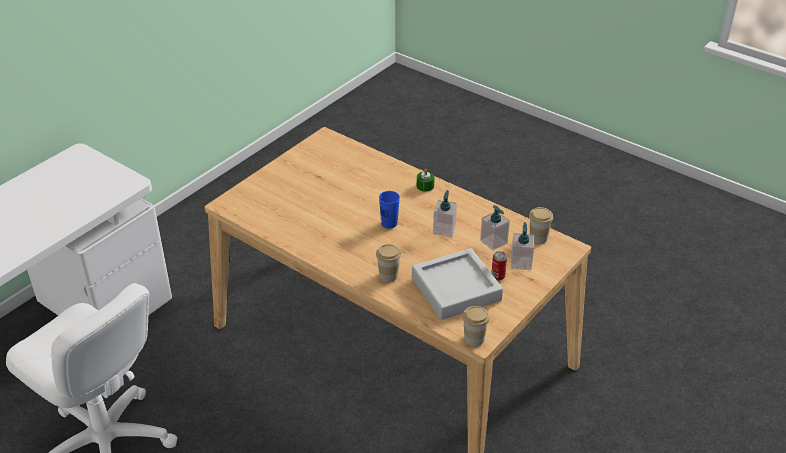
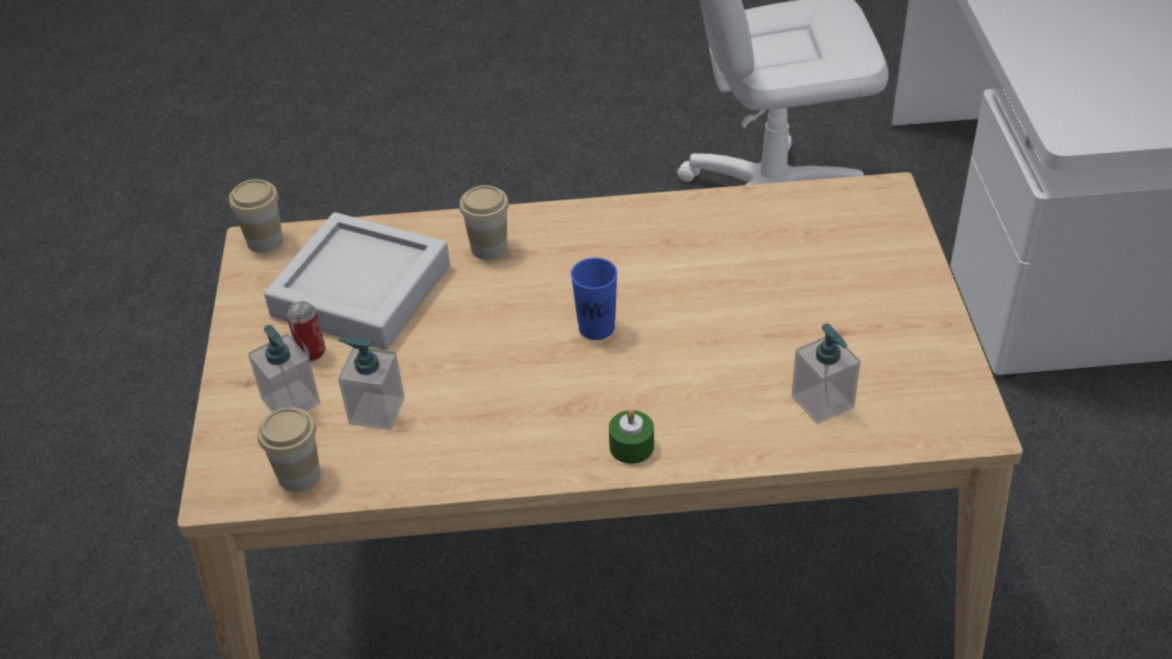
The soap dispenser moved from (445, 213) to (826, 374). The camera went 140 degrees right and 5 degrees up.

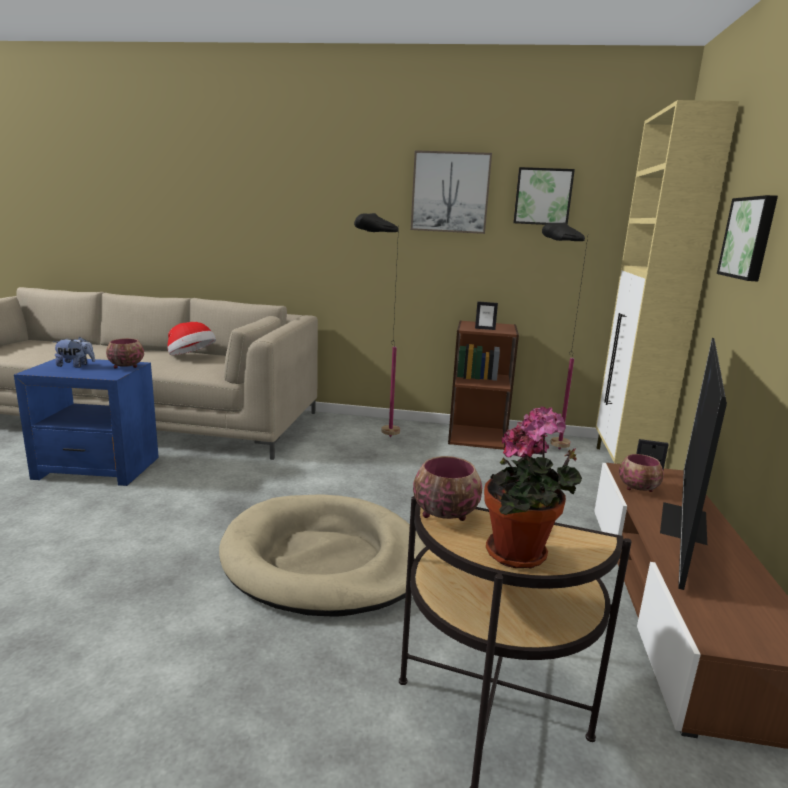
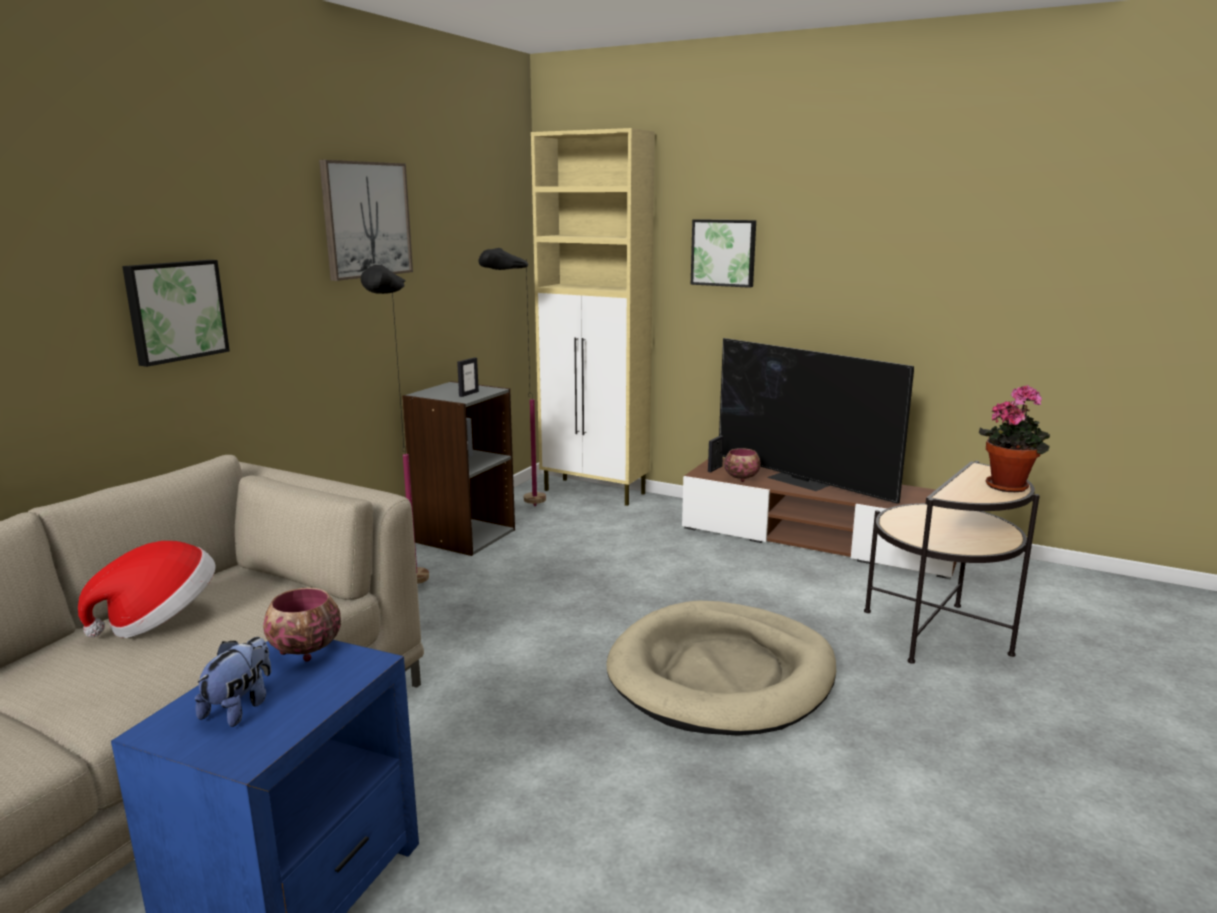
The deep dish at (447, 488) disappeared. The bookshelf (brown-coloured) at (483, 385) became the bookshelf (grey) at (458, 468). The wall art moved from (544, 196) to (176, 313). The camera went 70 degrees left and 0 degrees up.

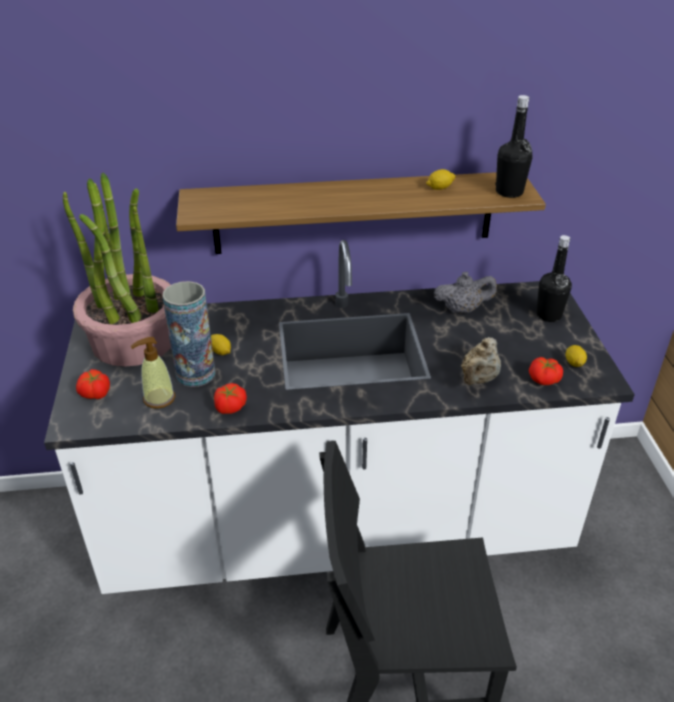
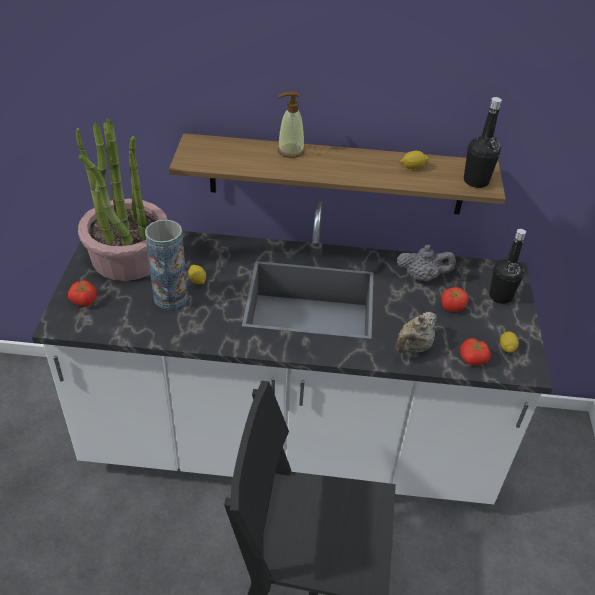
The soap dispenser moved from (153, 373) to (291, 124). The whole tomato moved from (230, 398) to (455, 299). The camera went 10 degrees right and 5 degrees up.

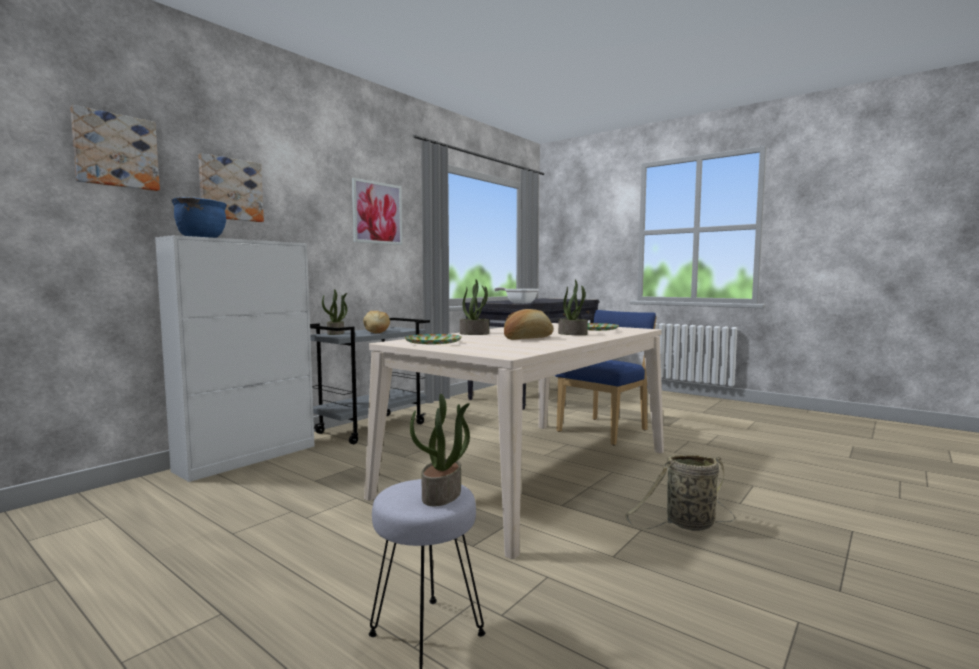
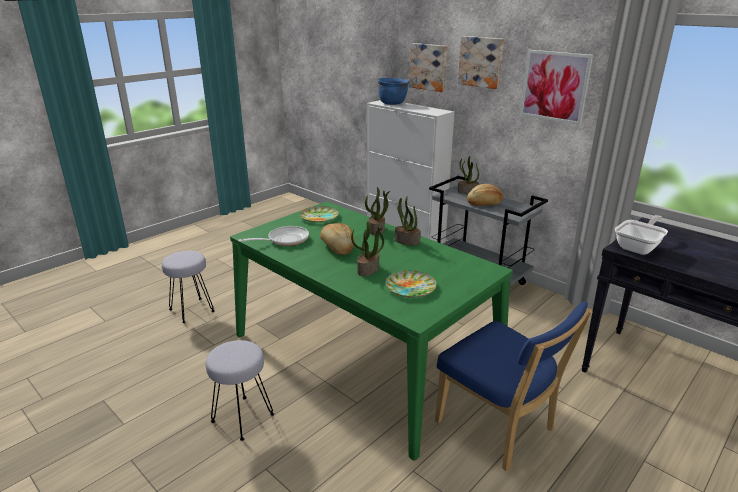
The wall art moved from (115, 148) to (481, 62). The dining table (sand-coloured) at (514, 441) became the dining table (green) at (371, 331). The plant in a pot moved from (440, 450) to (408, 220). The storage basket at (680, 492) was replaced by the stool seat (grey) at (240, 390). The pan at (273, 236) appeared. The camera went 95 degrees right and 20 degrees up.

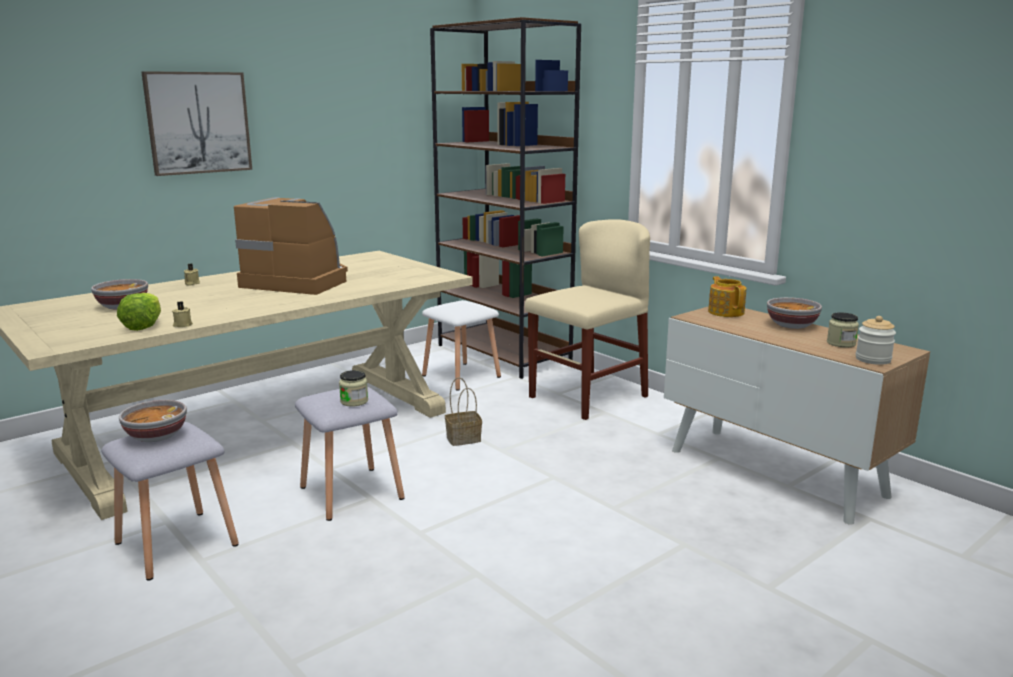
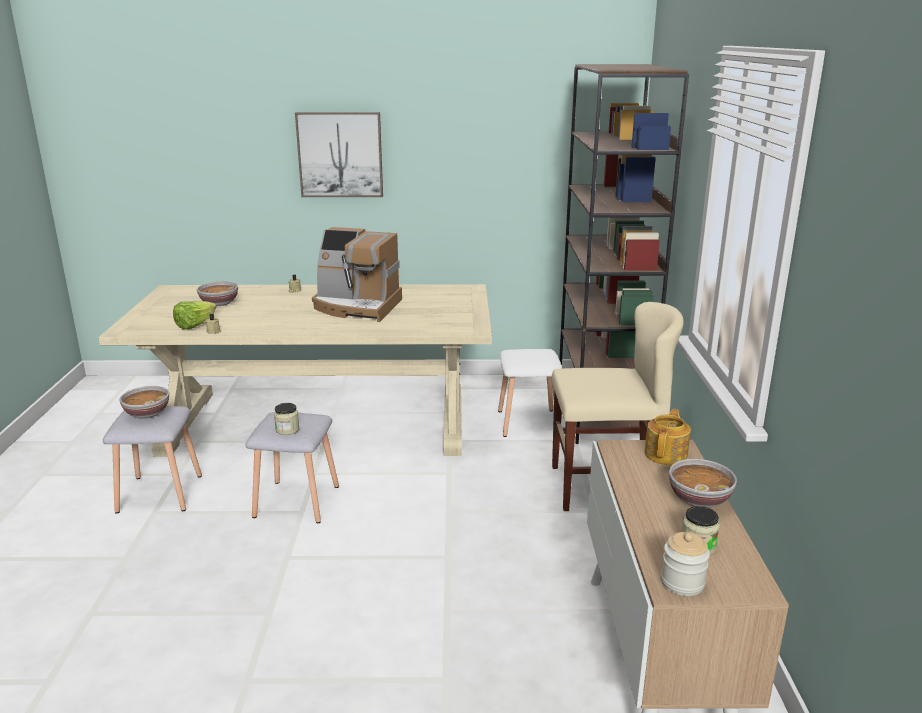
The coffee maker at (291, 246) turned 135 degrees clockwise. The storage basket at (463, 411) disappeared. The camera went 40 degrees right and 5 degrees up.

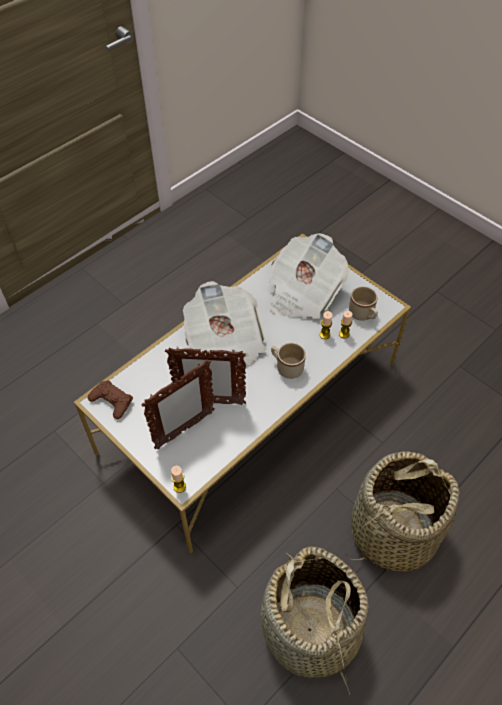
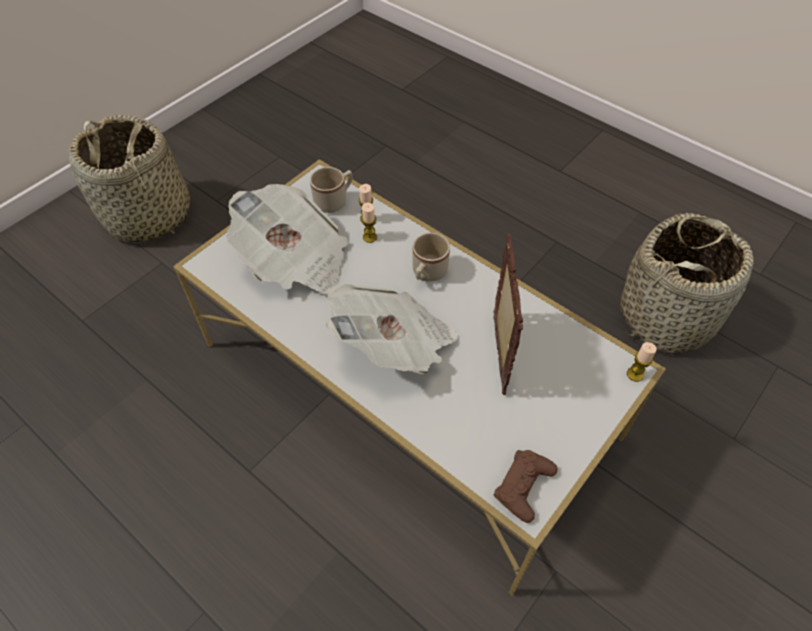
The standing frame at (178, 404) disappeared. The storage basket moved from (402, 512) to (129, 179). The camera went 95 degrees left and 0 degrees up.

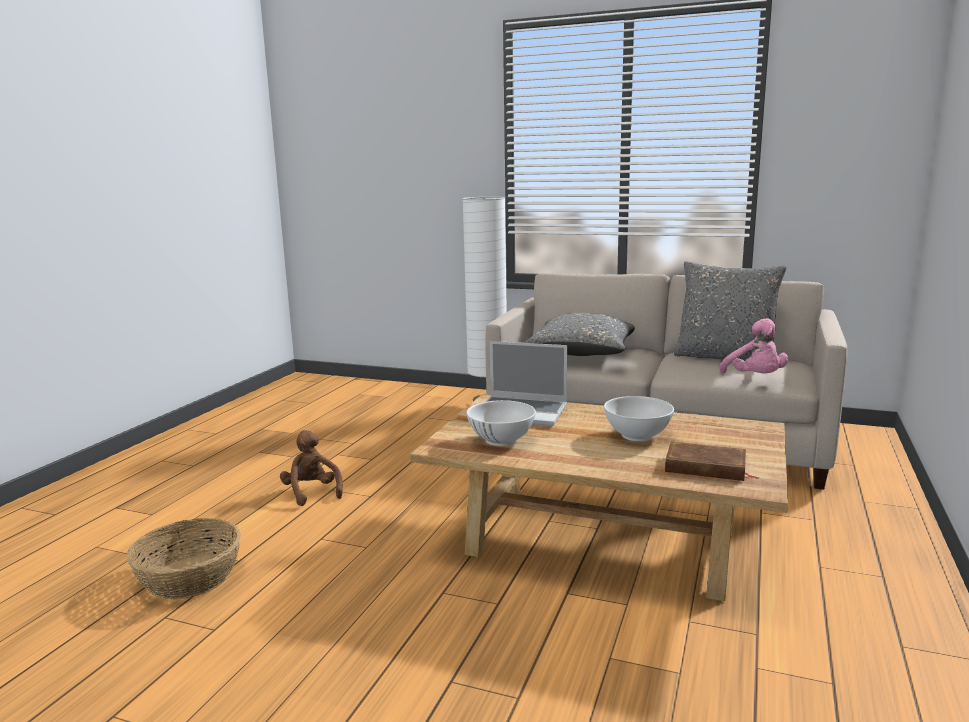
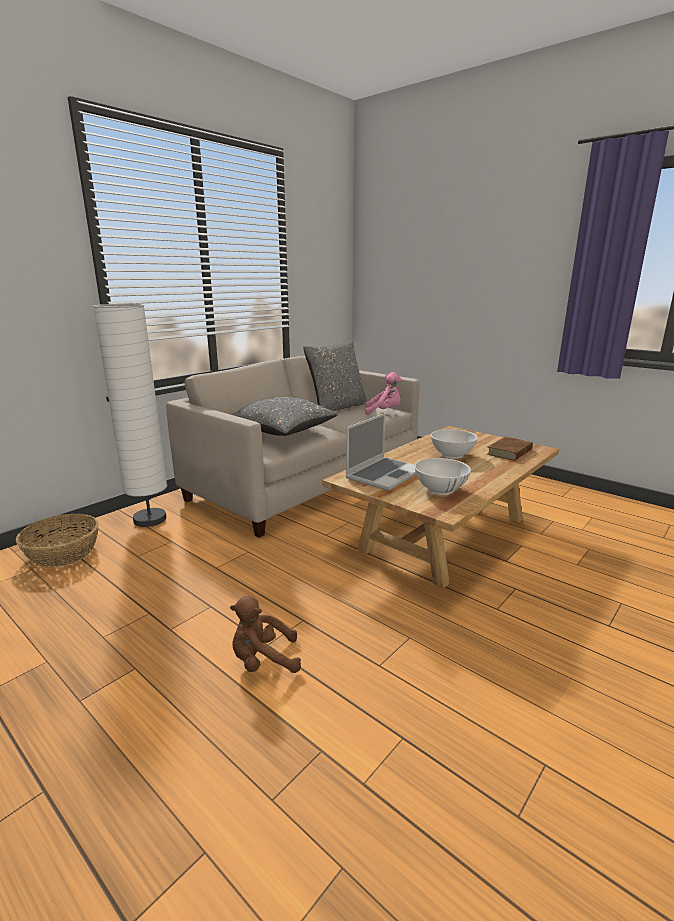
The storage basket moved from (183, 558) to (57, 541). The camera went 70 degrees left and 5 degrees up.

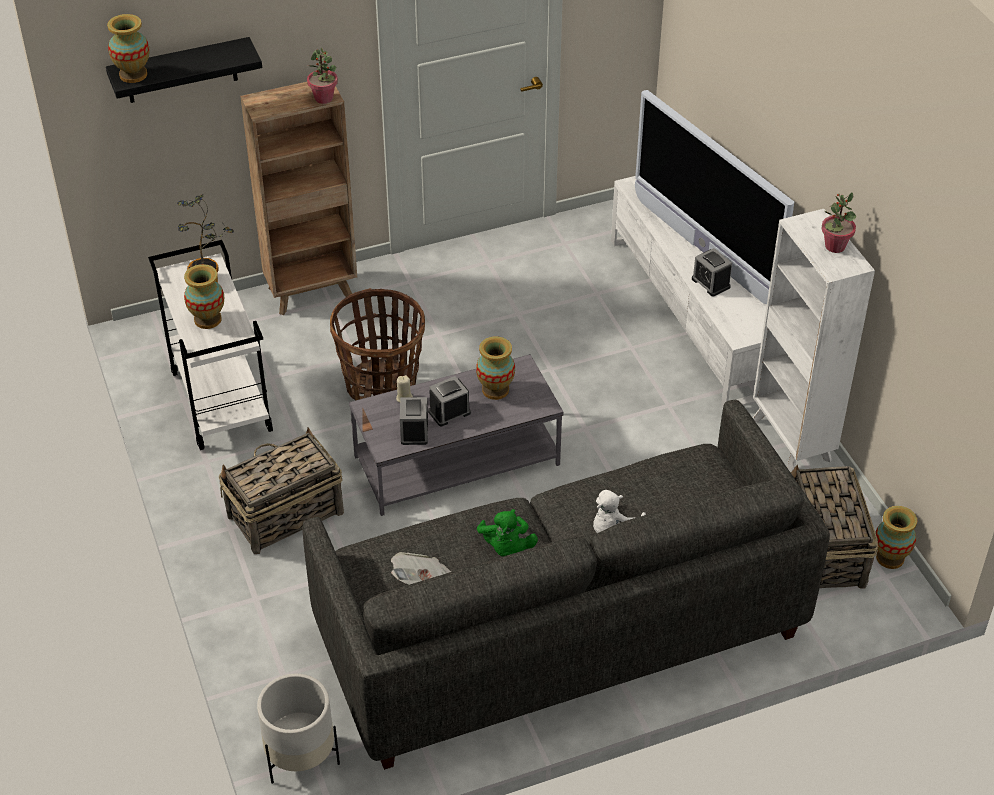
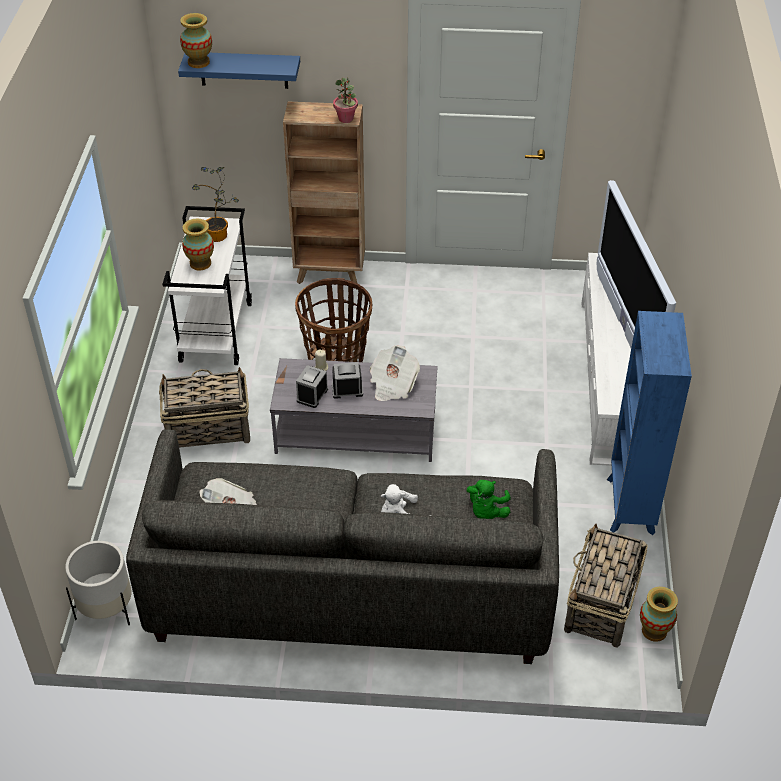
The wall shelf (black-coloured) at (184, 70) became the wall shelf (blue) at (239, 71). The flower vase at (495, 368) was replaced by the newspaper at (394, 373). The soft toy (green) moved from (507, 533) to (489, 499). The table clock at (712, 272) disappeared. The bookshelf (white) at (813, 340) became the bookshelf (blue) at (649, 423). The plant in a pot at (838, 222) disappeared. The camera went 25 degrees right and 0 degrees up.

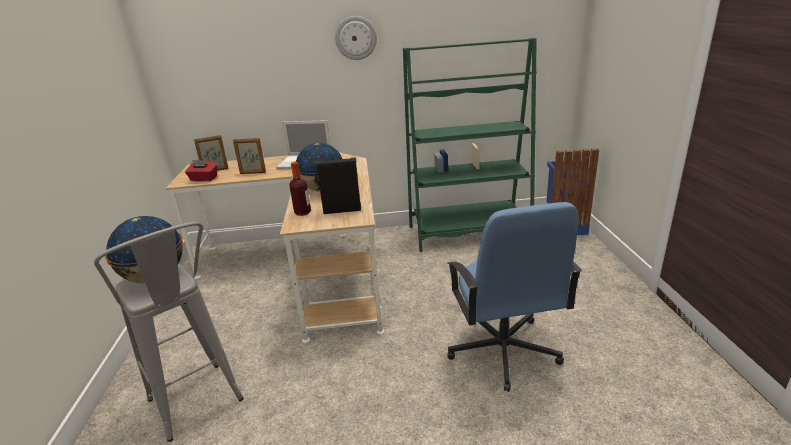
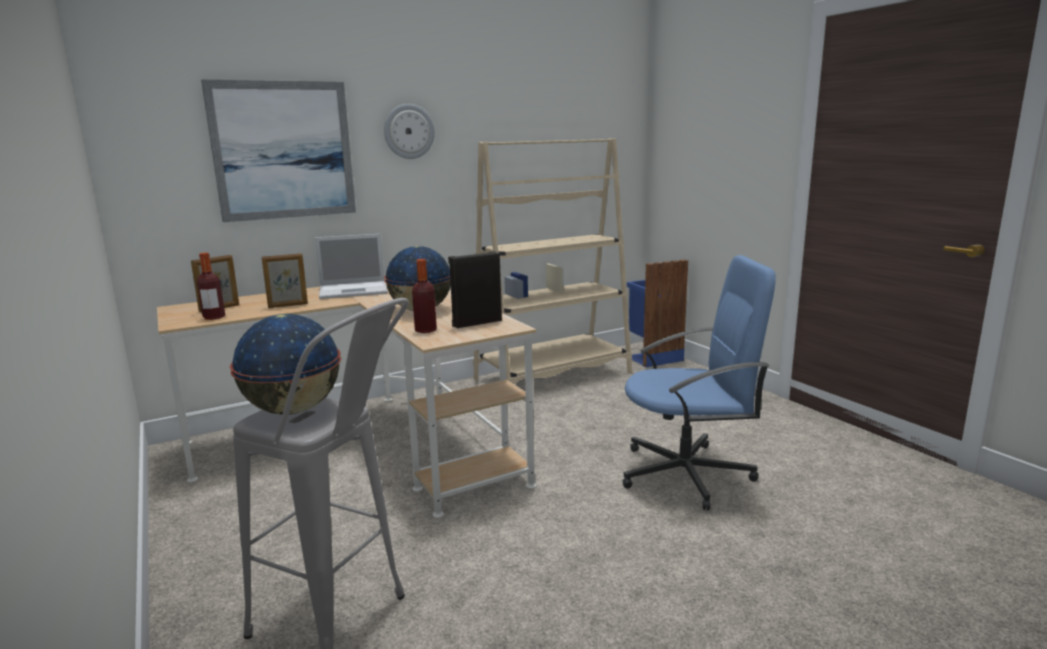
The tissue box (red-coloured) at (201, 170) was replaced by the beverage bottle at (211, 286). The bookshelf (green) at (470, 145) became the bookshelf (sand-coloured) at (552, 261). The desk chair (blue) at (514, 297) turned 60 degrees counterclockwise. The wall art at (278, 150) appeared. The camera went 25 degrees left and 10 degrees down.

